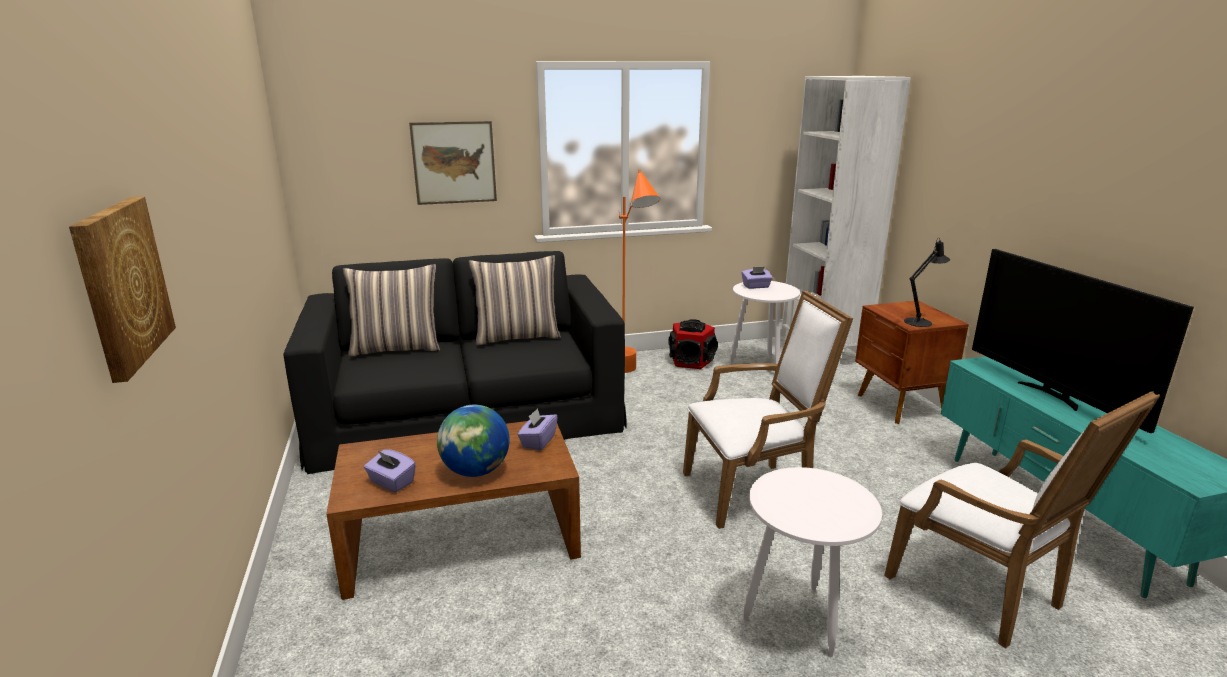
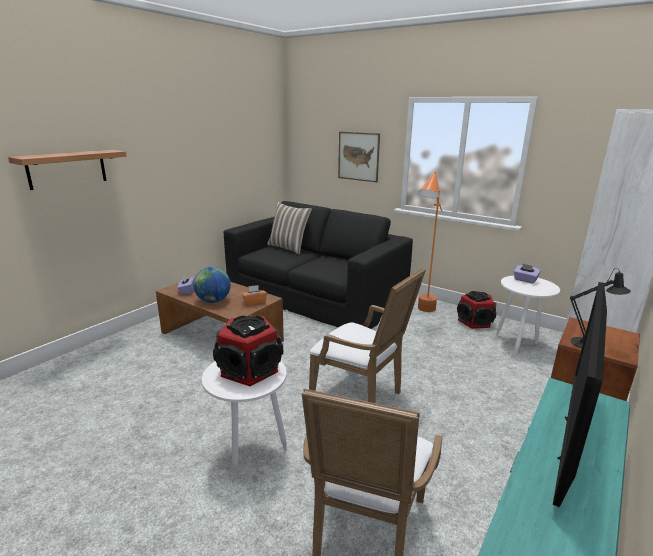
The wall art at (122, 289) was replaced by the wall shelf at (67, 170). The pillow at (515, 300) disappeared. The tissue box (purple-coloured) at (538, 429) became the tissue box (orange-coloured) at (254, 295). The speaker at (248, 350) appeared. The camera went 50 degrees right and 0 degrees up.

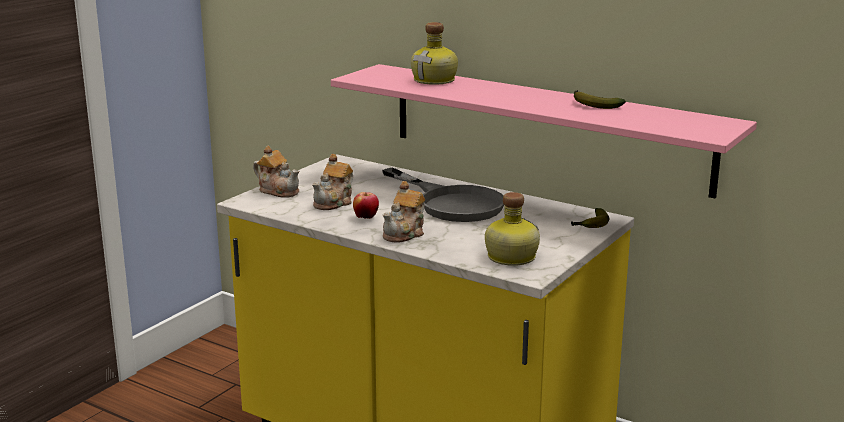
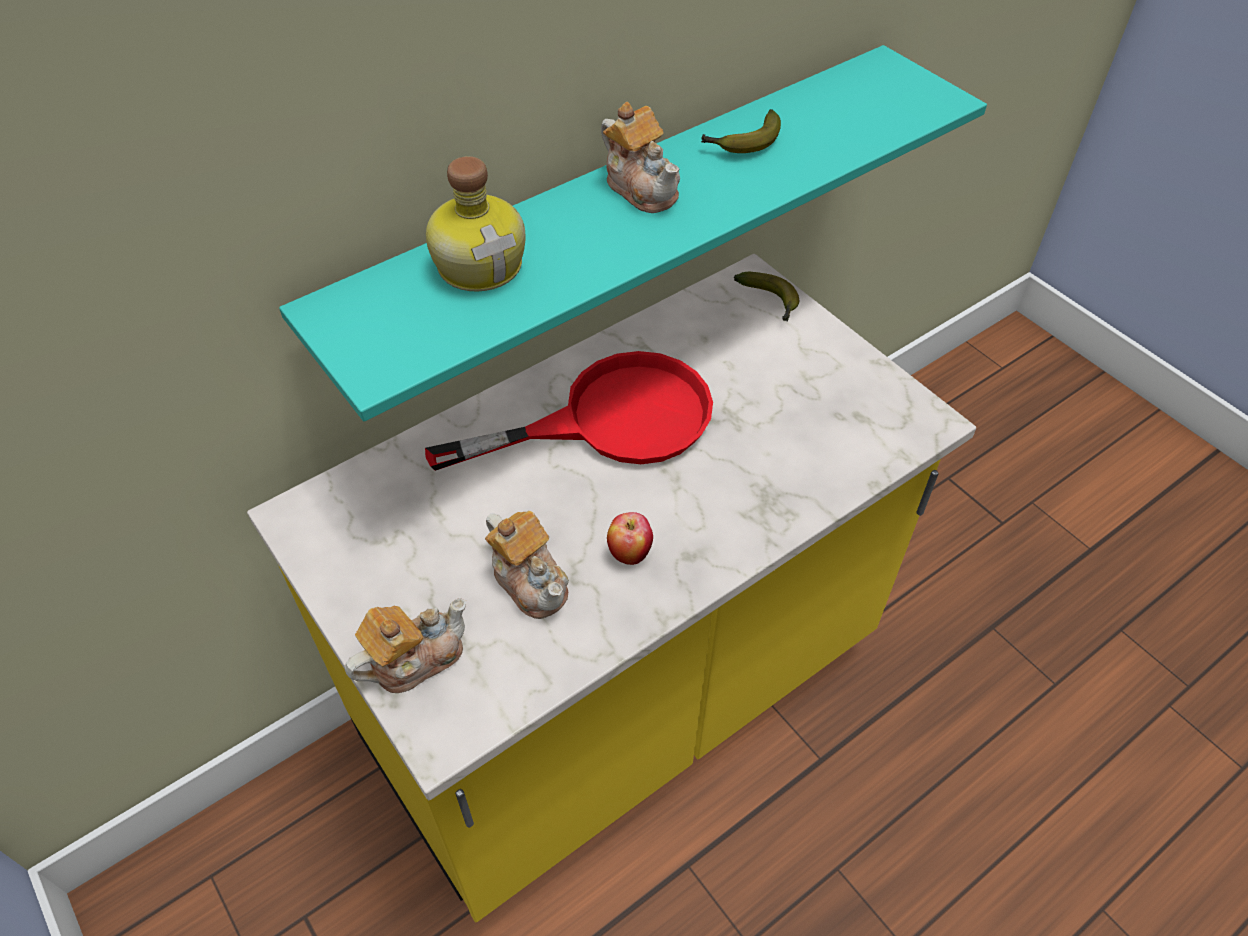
The wall shelf (pink) at (544, 131) became the wall shelf (blue-green) at (633, 233). The pan (grey) at (443, 194) became the pan (red-coloured) at (569, 411). The tea pot moved from (404, 211) to (640, 157). The beverage bottle at (512, 229) disappeared. The camera went 70 degrees left and 30 degrees up.

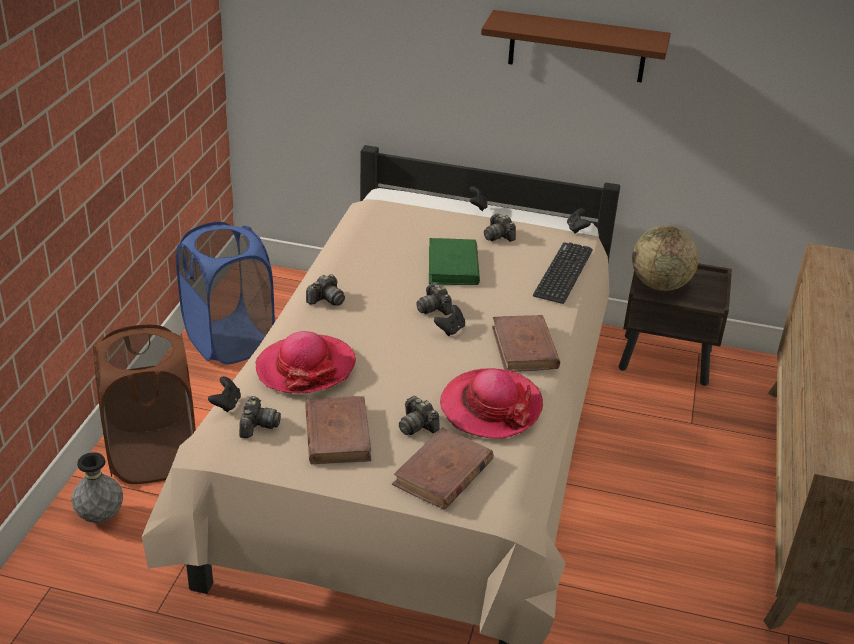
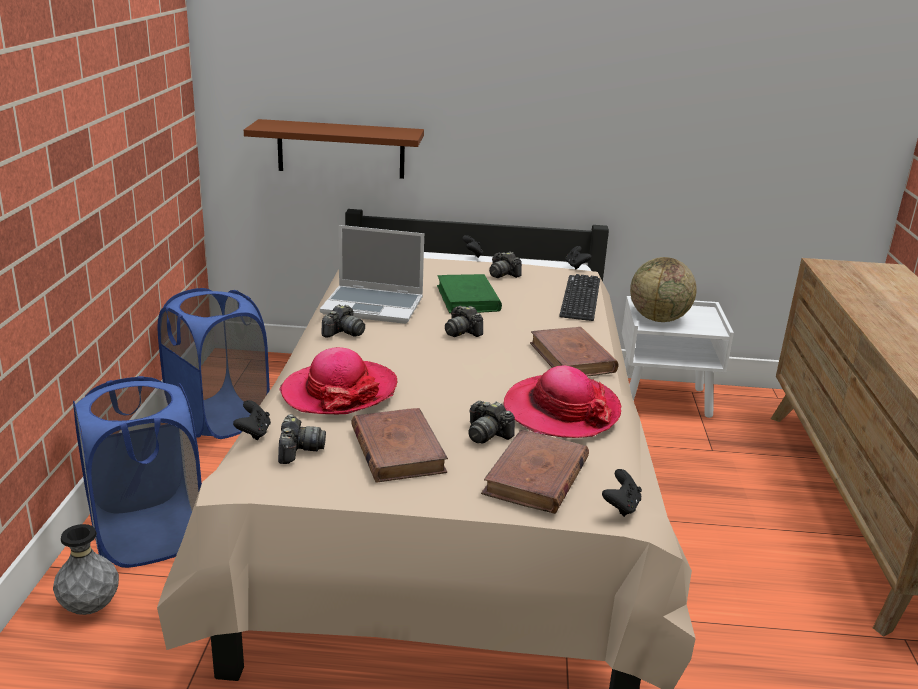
The washing basket (brown-coloured) at (144, 404) became the washing basket (blue) at (137, 472). The game controller (black-coloured) moved from (449, 320) to (622, 493). The wall shelf (brown-coloured) moved from (576, 46) to (334, 149). The nightstand (brown-coloured) at (675, 324) became the nightstand (white) at (678, 357). The portable computer at (372, 274) appeared. The camera went 10 degrees left and 10 degrees down.

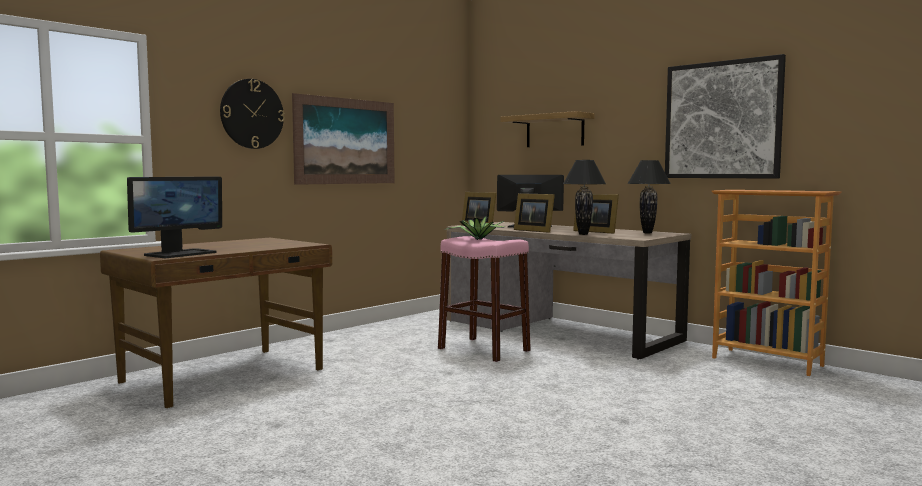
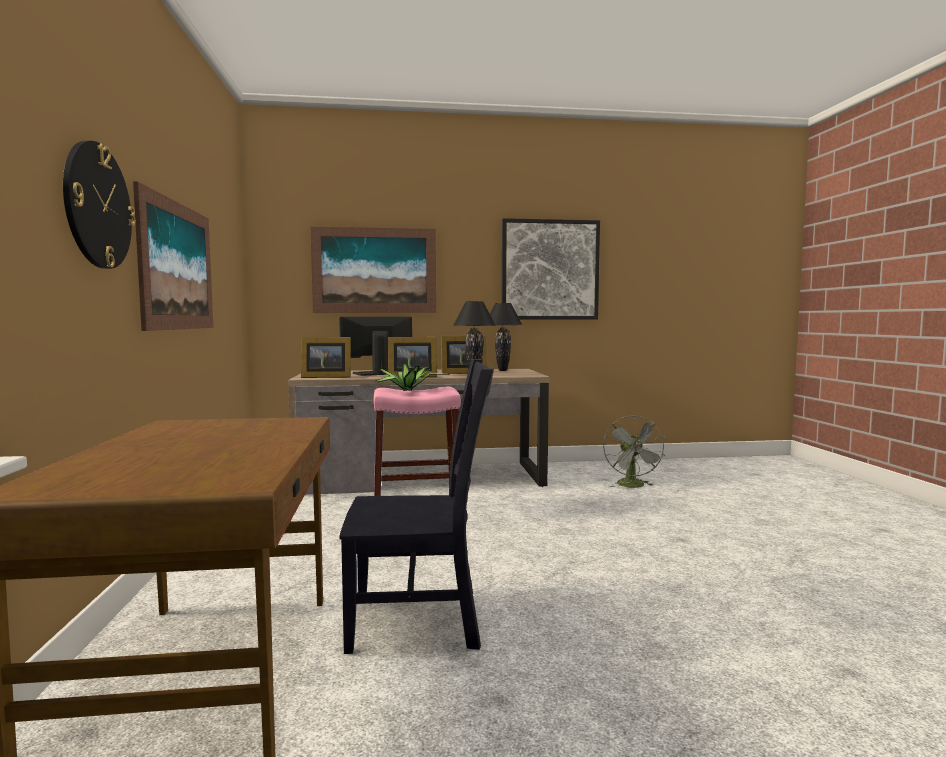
The monitor at (174, 217) disappeared. The wall shelf at (547, 129) was replaced by the wall art at (373, 270). The bookshelf at (777, 283) disappeared. The plain chair (black-coloured) at (416, 506) appeared. The electric fan (grey) at (634, 451) appeared. The camera went 50 degrees left and 0 degrees up.

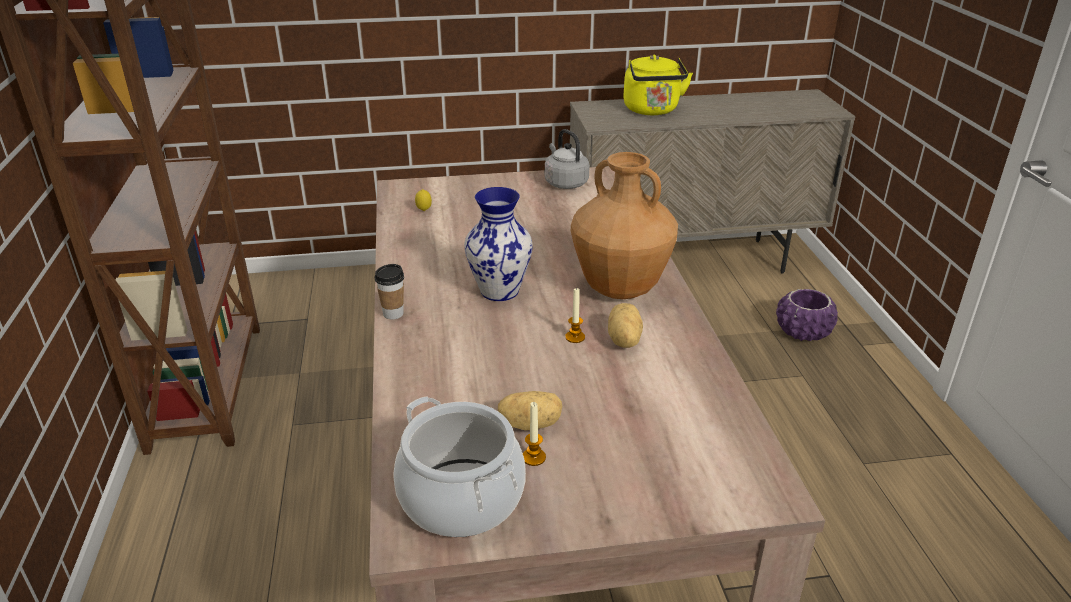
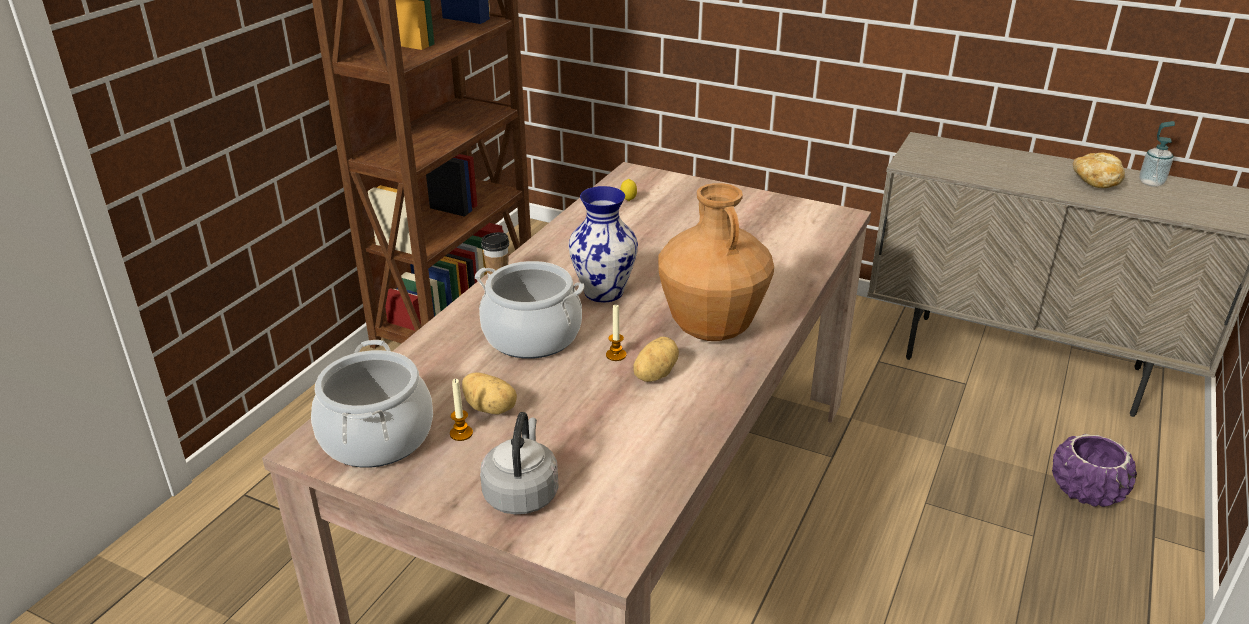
The water kettle (grey) moved from (567, 159) to (519, 463). The water kettle (yellow) at (658, 85) disappeared. The cooking pot at (529, 310) appeared. The baked bread at (1099, 170) appeared. The soap dispenser at (1157, 154) appeared. The camera went 35 degrees right and 0 degrees up.

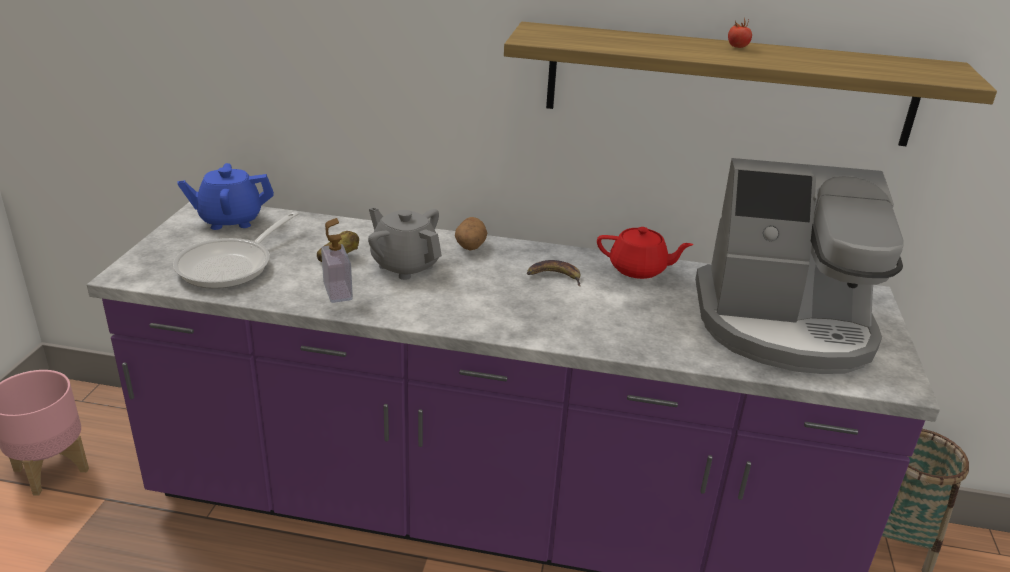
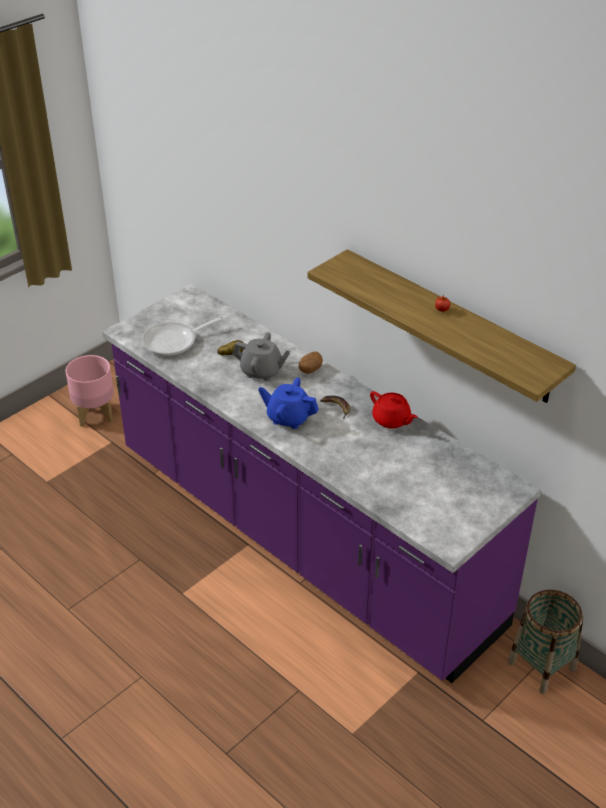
The tea pot (blue) moved from (225, 196) to (288, 403). The soap dispenser at (337, 260) disappeared. The tea pot (grey) at (405, 243) turned 120 degrees clockwise. The coffee maker at (799, 266) disappeared. The camera went 35 degrees right and 10 degrees up.

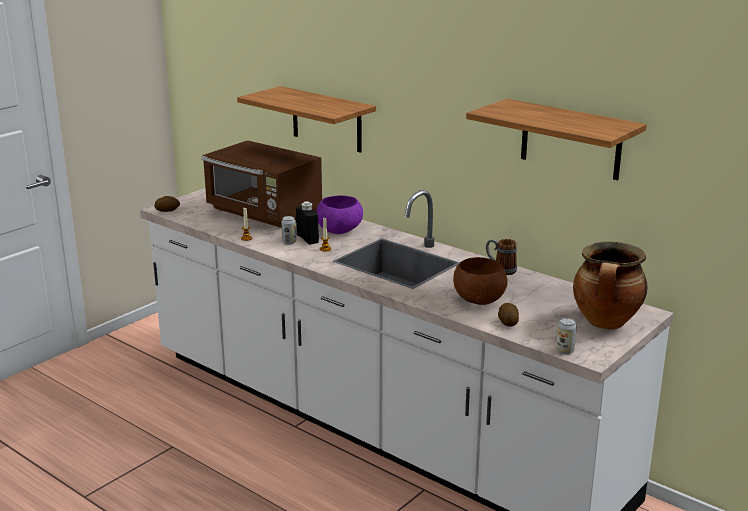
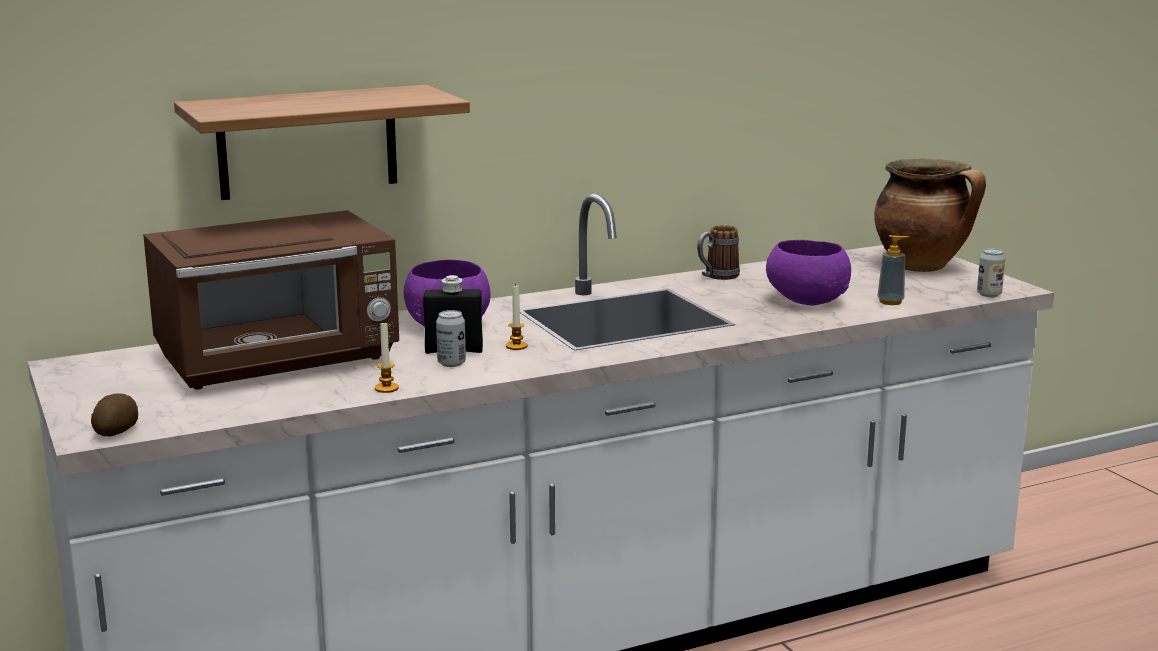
The deep dish (brown-coloured) at (480, 281) became the deep dish (purple-coloured) at (808, 273). The wall shelf at (556, 139) disappeared. The spud at (508, 315) was replaced by the soap dispenser at (893, 270). The camera went 65 degrees left and 5 degrees down.

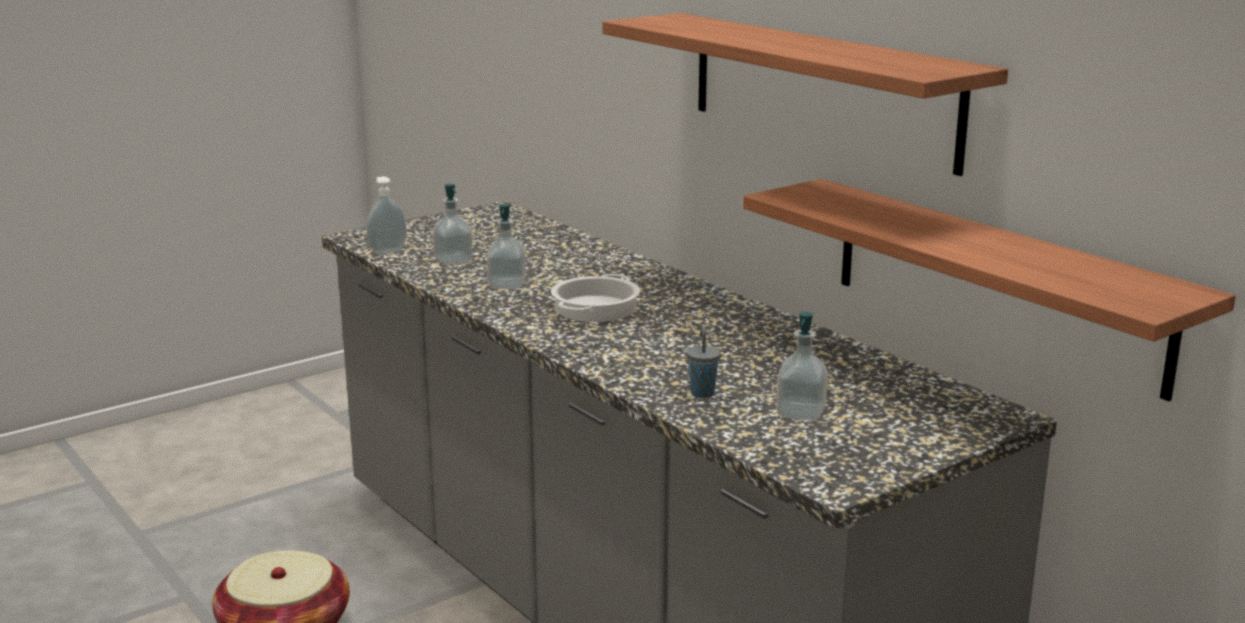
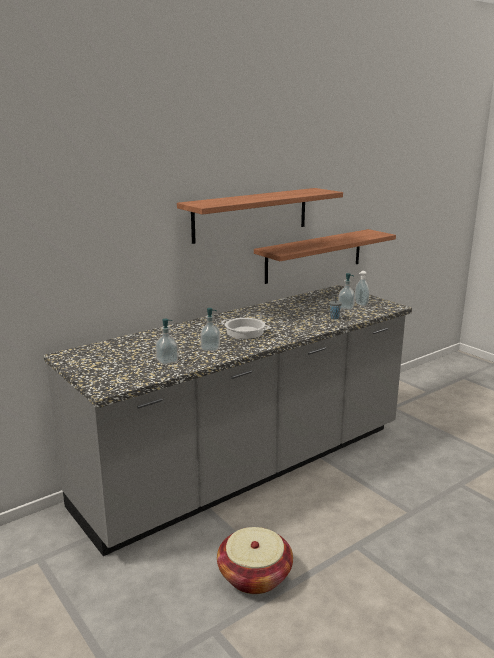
The soap dispenser moved from (387, 215) to (362, 288). The camera went 90 degrees left and 0 degrees up.

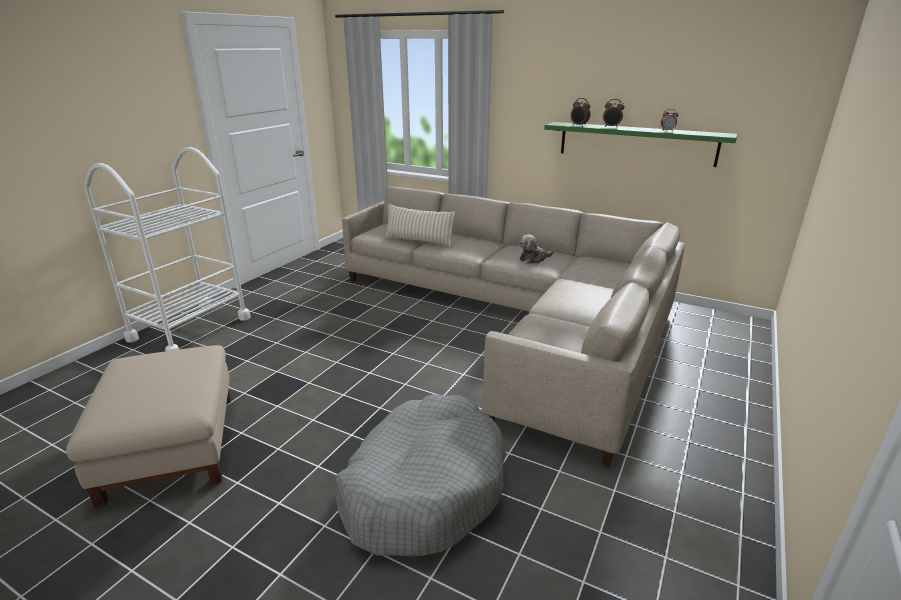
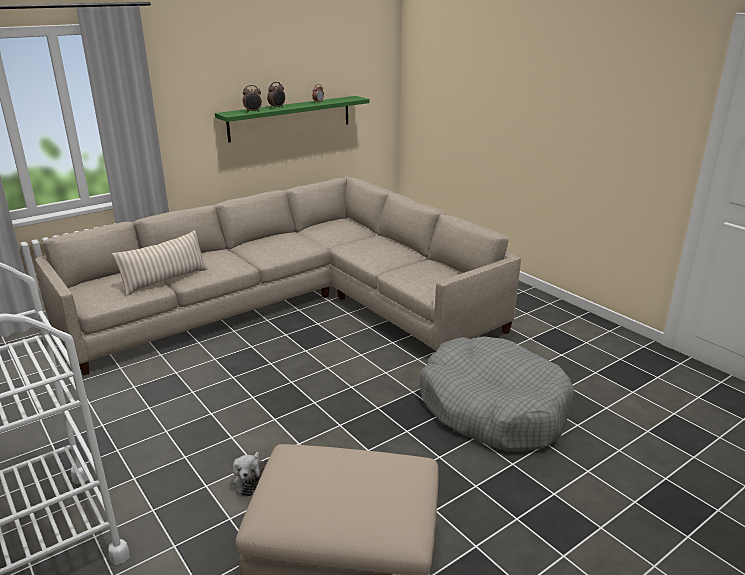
The soft toy moved from (537, 249) to (249, 474). The camera went 65 degrees left and 0 degrees up.

